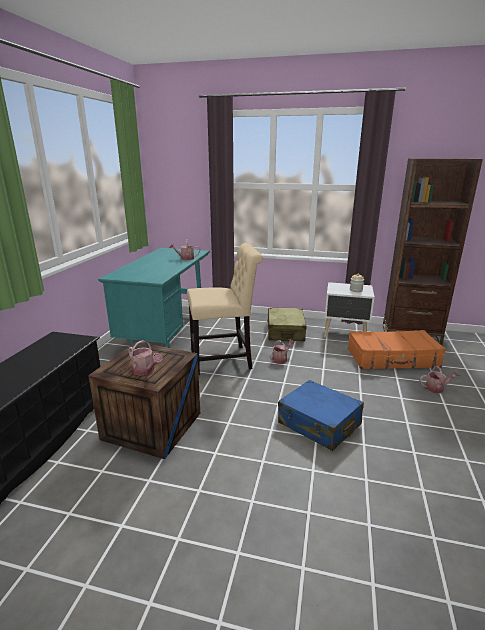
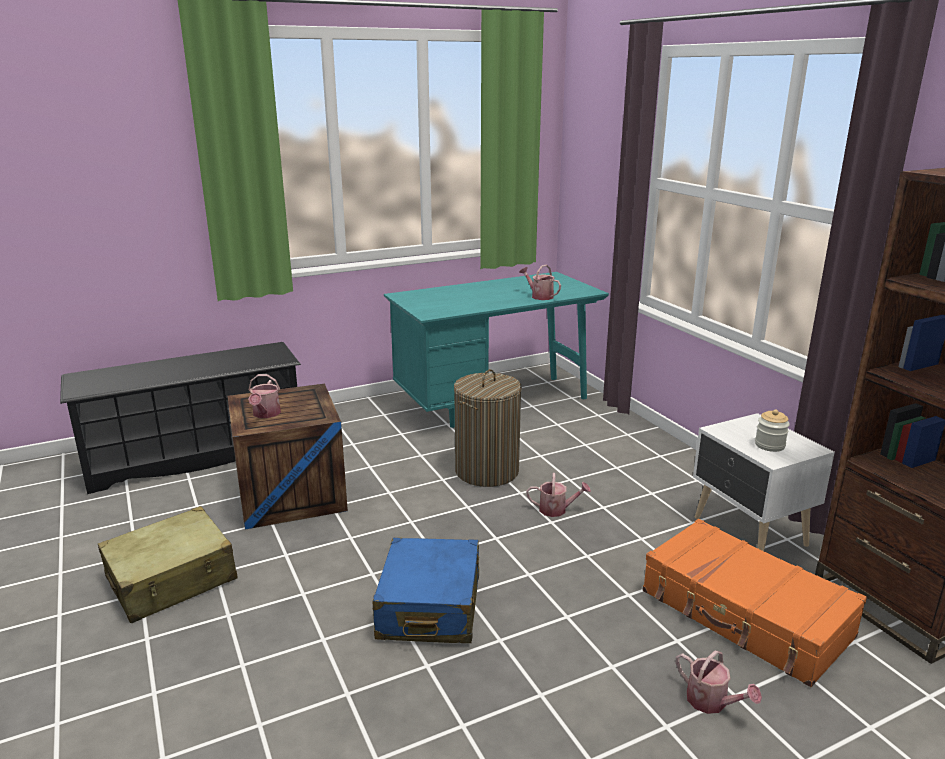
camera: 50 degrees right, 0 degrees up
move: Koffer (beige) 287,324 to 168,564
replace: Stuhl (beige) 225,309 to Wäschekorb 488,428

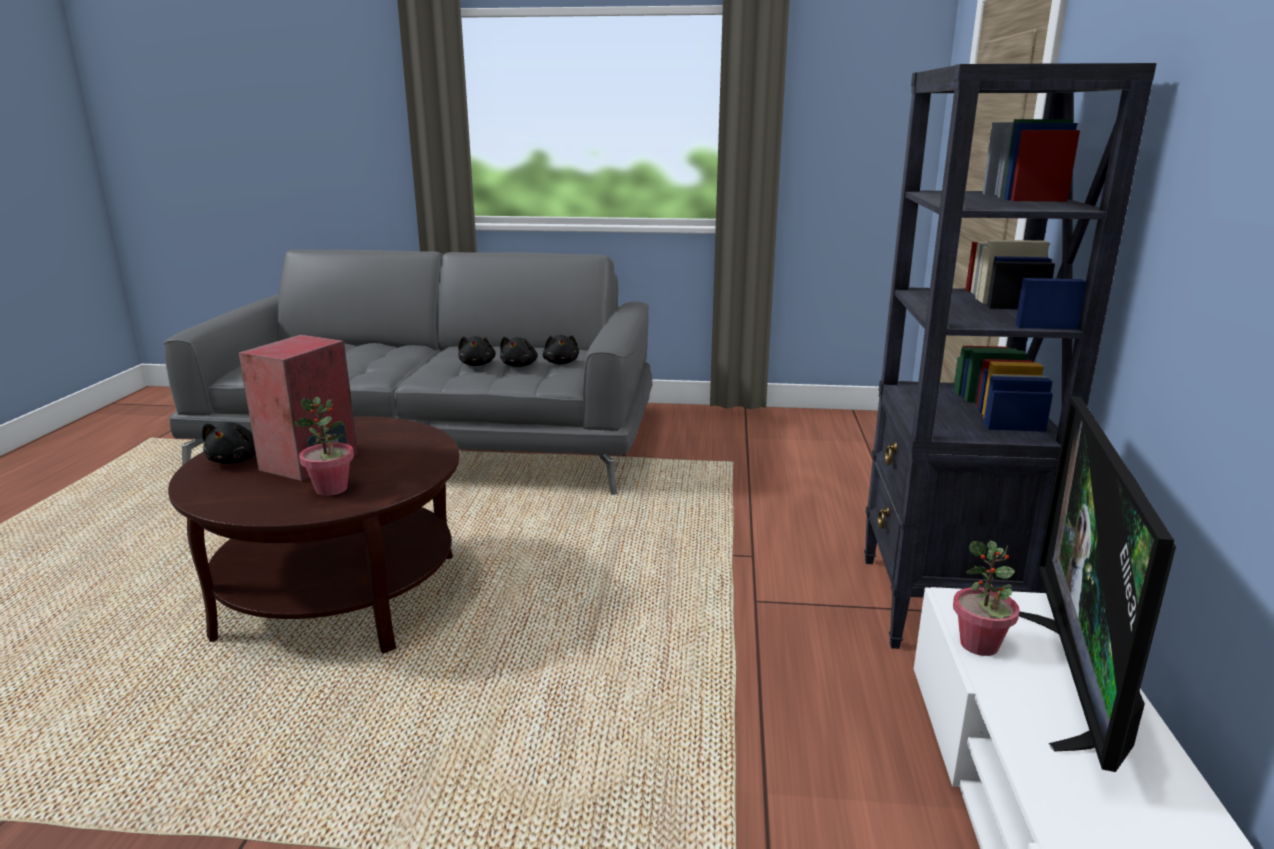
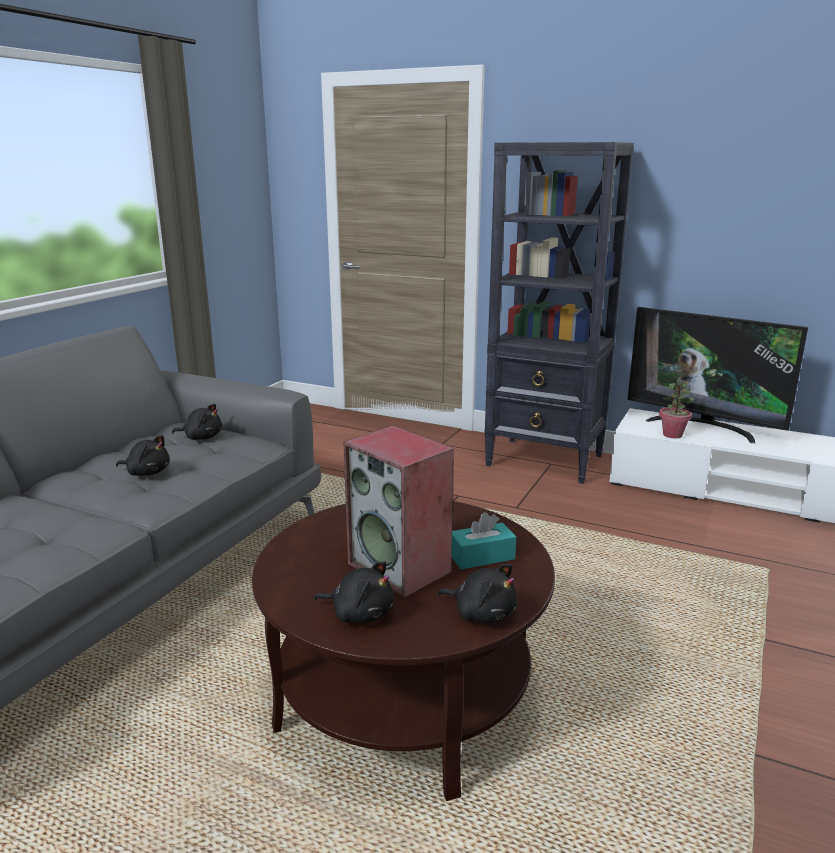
camera: 70 degrees left, 0 degrees up
move: Plüschtier (schwarz) 519,352 to 478,593
replace: Topfpflanze 324,446 to Taschentuchbox (türkis) 484,540

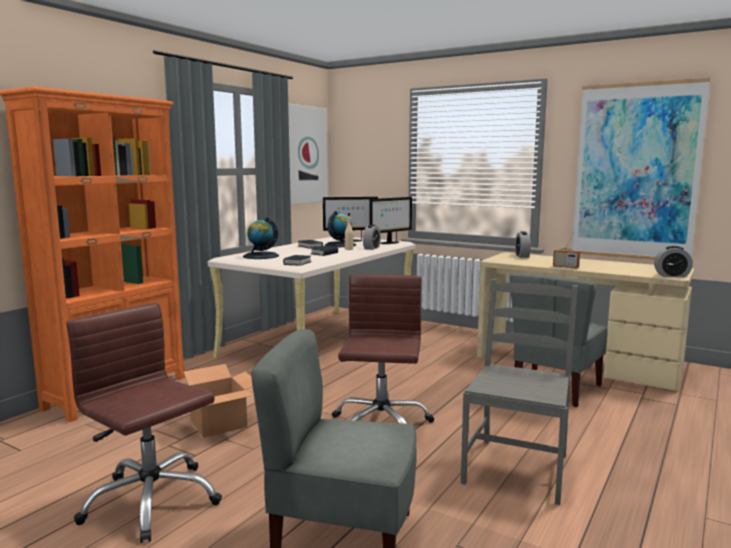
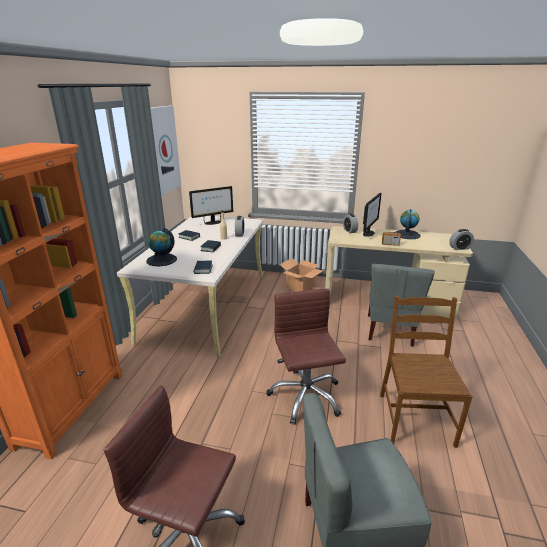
camera: 20 degrees left, 15 degrees up
delete: Bild 641,169
move: Karton 218,401 to 301,274; Monitor 390,220 to 372,215; Globus 340,229 to 408,224
recolor: Stuhl (grau) 519,392 to Stuhl (braun) 426,372

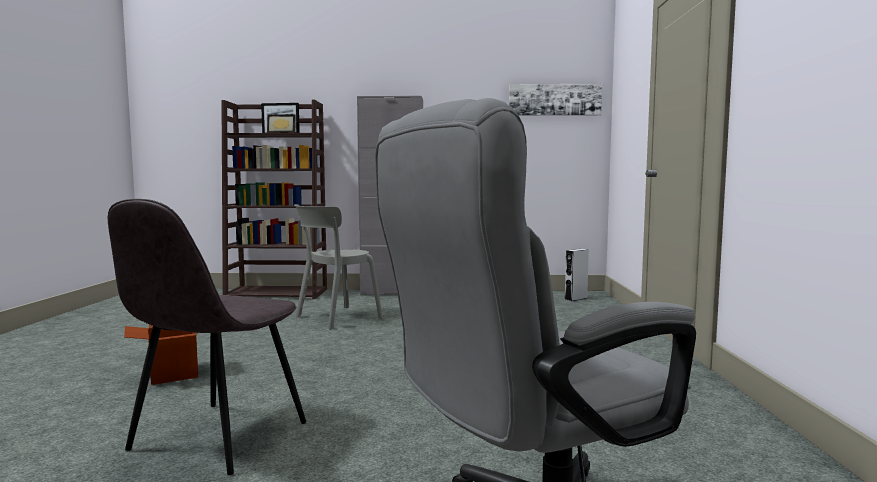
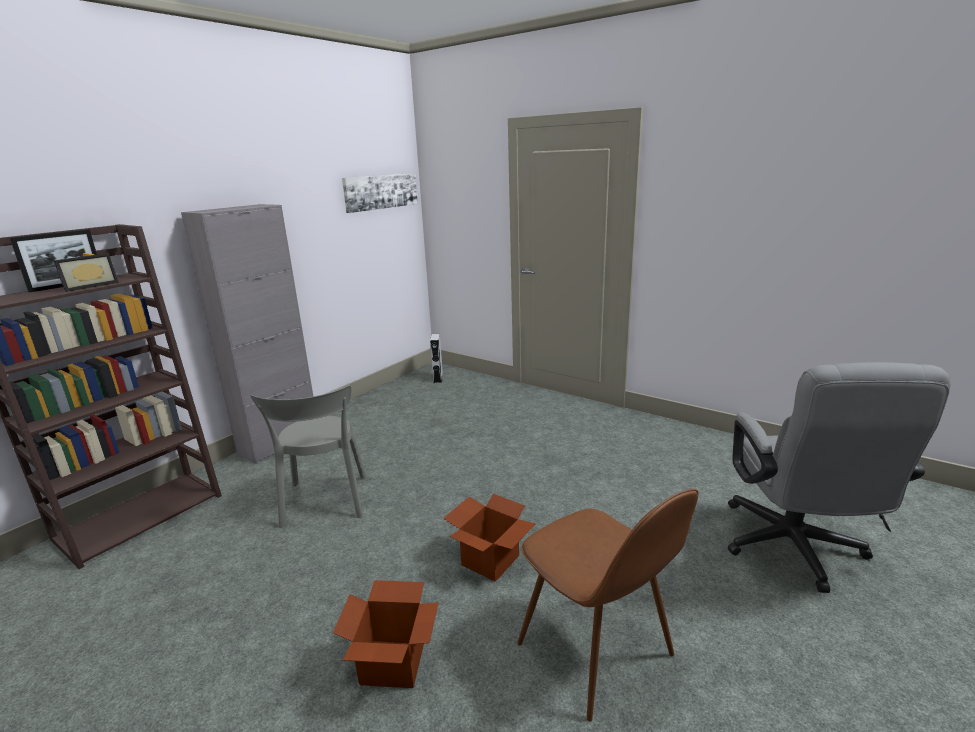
camera: 55 degrees left, 15 degrees up
insert: Karton 489,538
recolor: Stuhl (grau) 207,337 to Stuhl (braun) 607,605

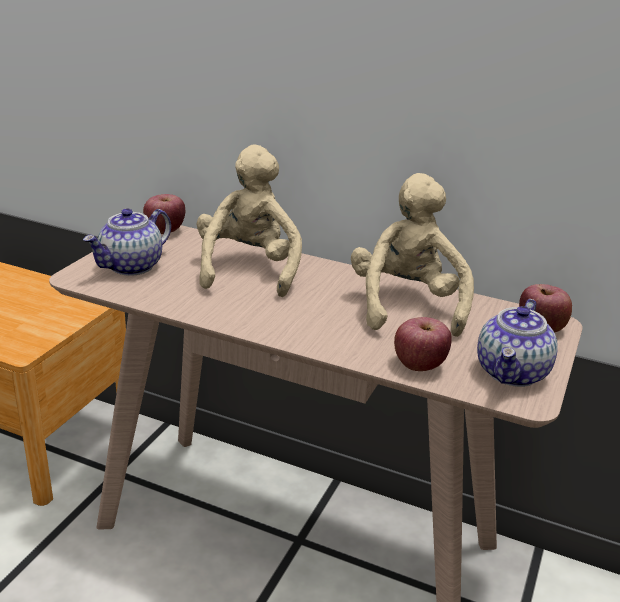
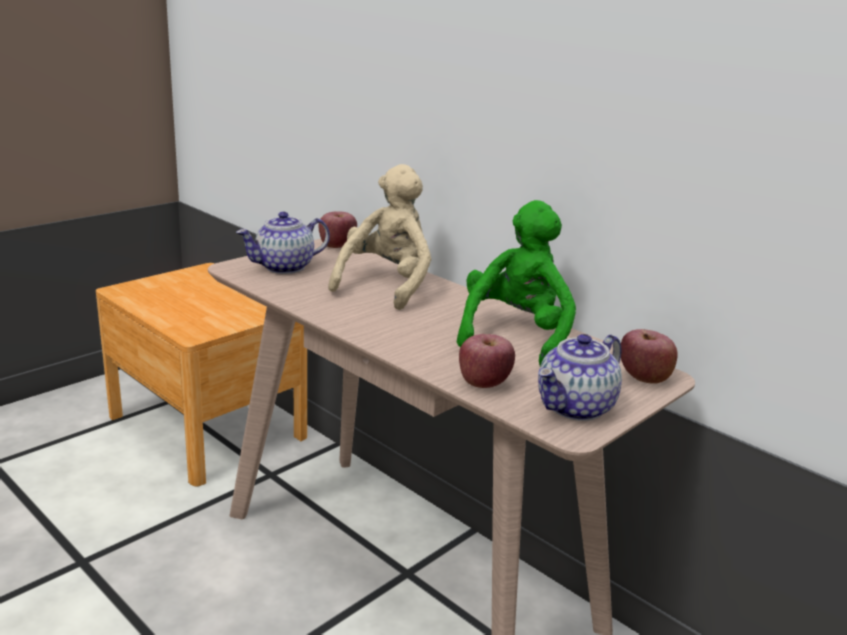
camera: 20 degrees right, 5 degrees down
recolor: Plüschtier (beige) 412,255 to Plüschtier (grün) 516,283

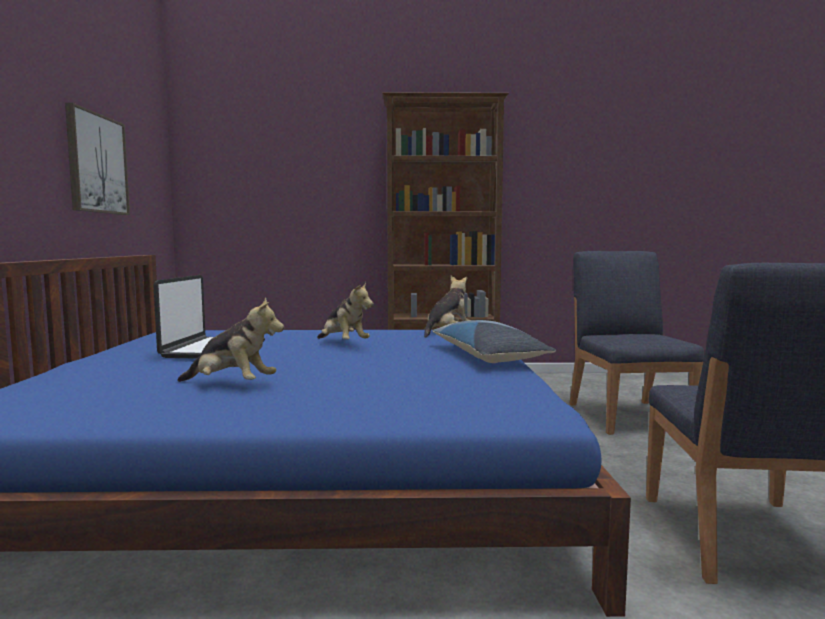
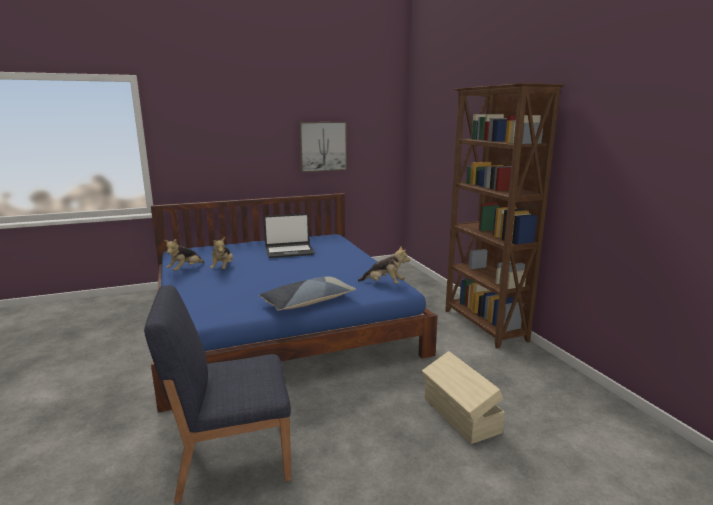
camera: 70 degrees right, 10 degrees up
move: Plüschtier 345,311 to 184,255
replace: Stuhl (blau) 637,343 to Aufbewahrungsbox (beige) 463,397

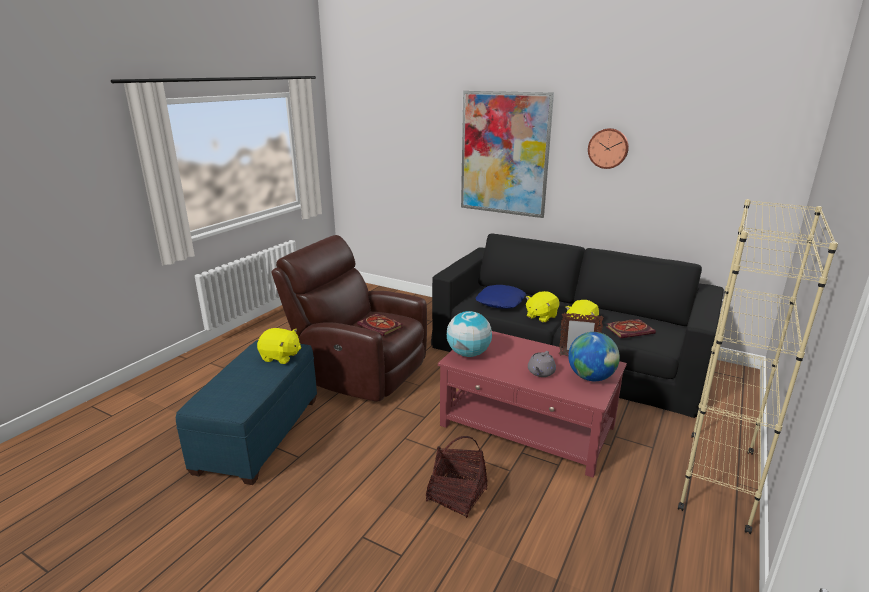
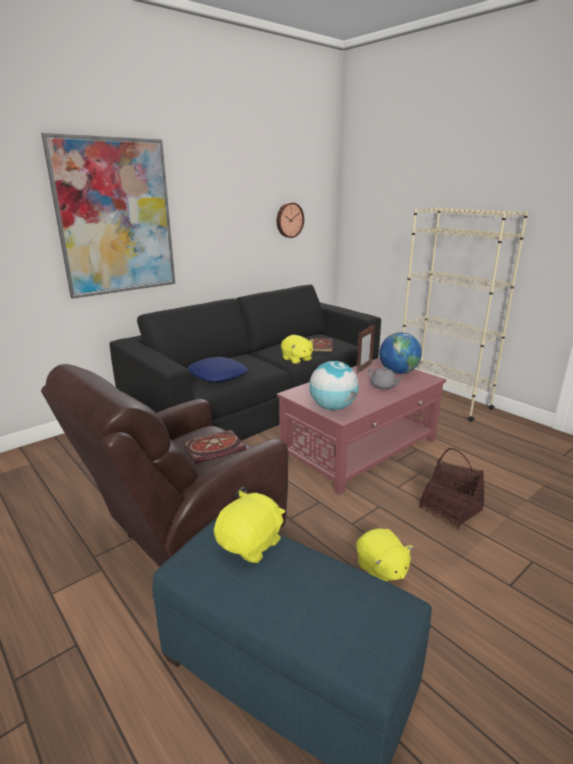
camera: 70 degrees left, 0 degrees up
move: Wanduhr 608,148 to 290,220; Plüschtier (gelb) 543,307 to 384,555

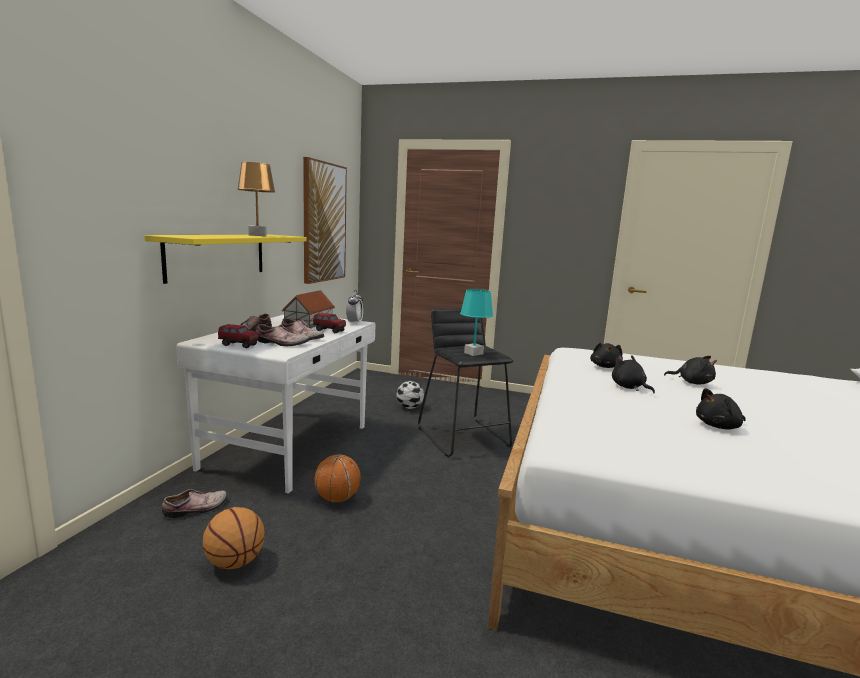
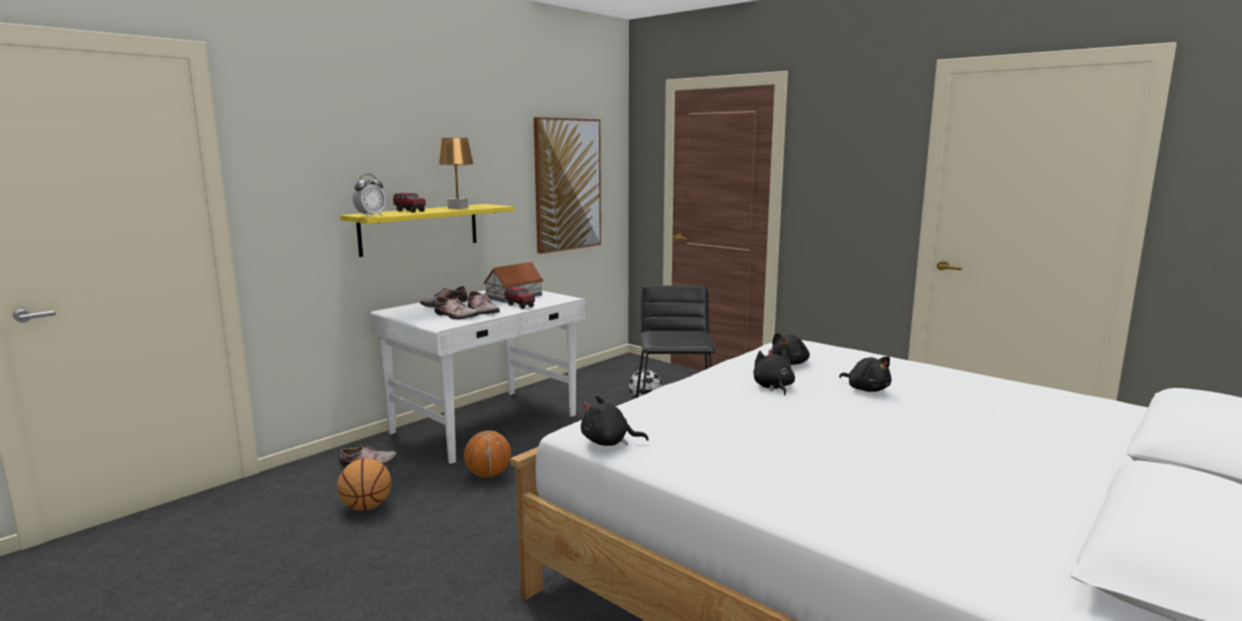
camera: 25 degrees right, 0 degrees up
delete: Tischlampe (türkis) 476,322
move: Wecker 354,307 to 369,195; Spielzeuglaster 238,336 to 409,203; Plüschtier (schwarz) 721,408 to 615,420

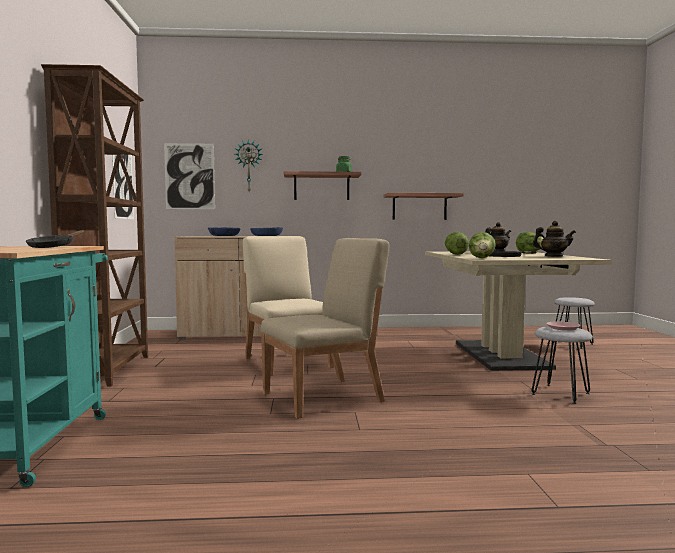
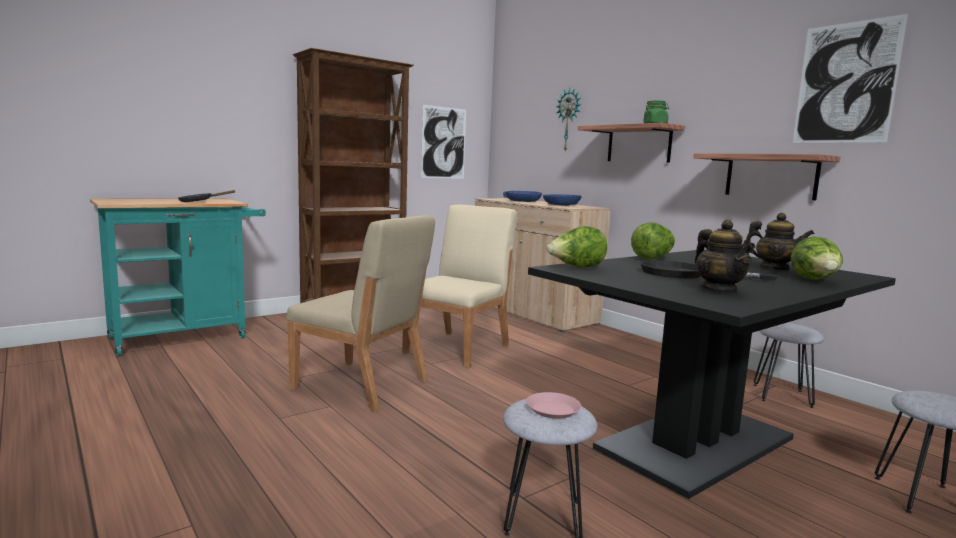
camera: 55 degrees right, 5 degrees up
insert: Hocker (grau) 789,365
move: Bild 189,176 to 850,78
recolor: Esstisch (beige) 518,311 to Esstisch (schwarz) 712,374

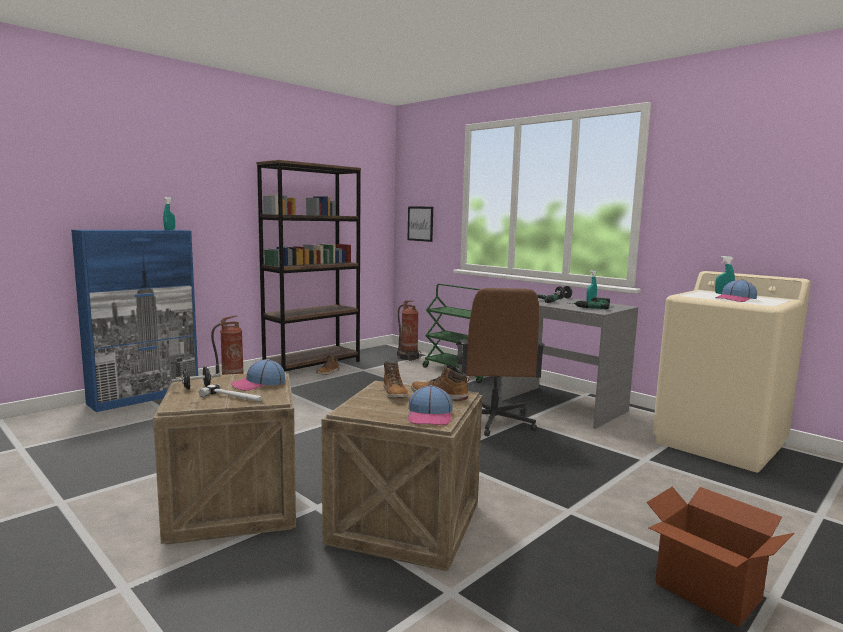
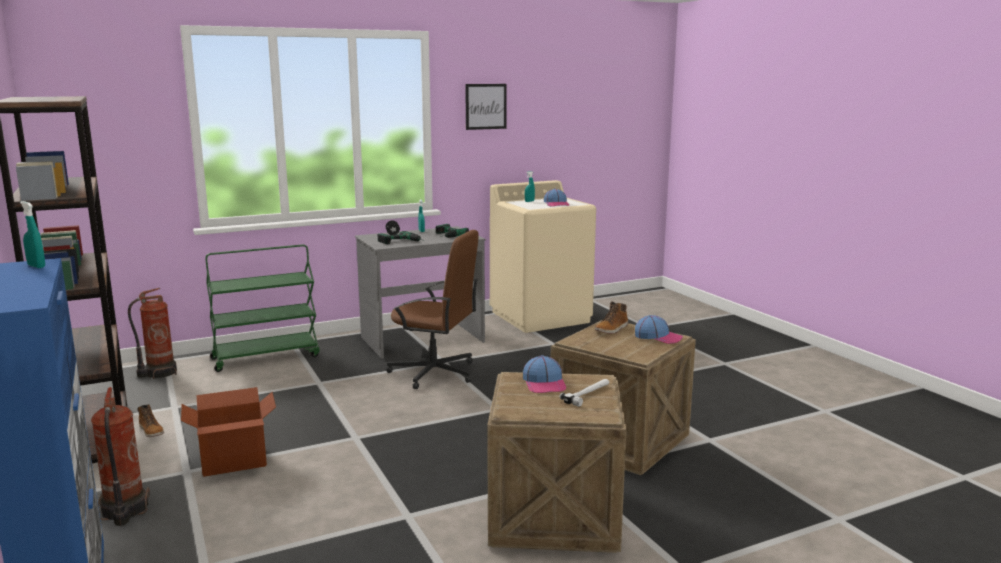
camera: 70 degrees left, 5 degrees up
delete: Hantel (schwarz) 196,378; Stiefel 396,379
move: Karton 720,557 to 228,432; Bild 420,224 to 486,107

